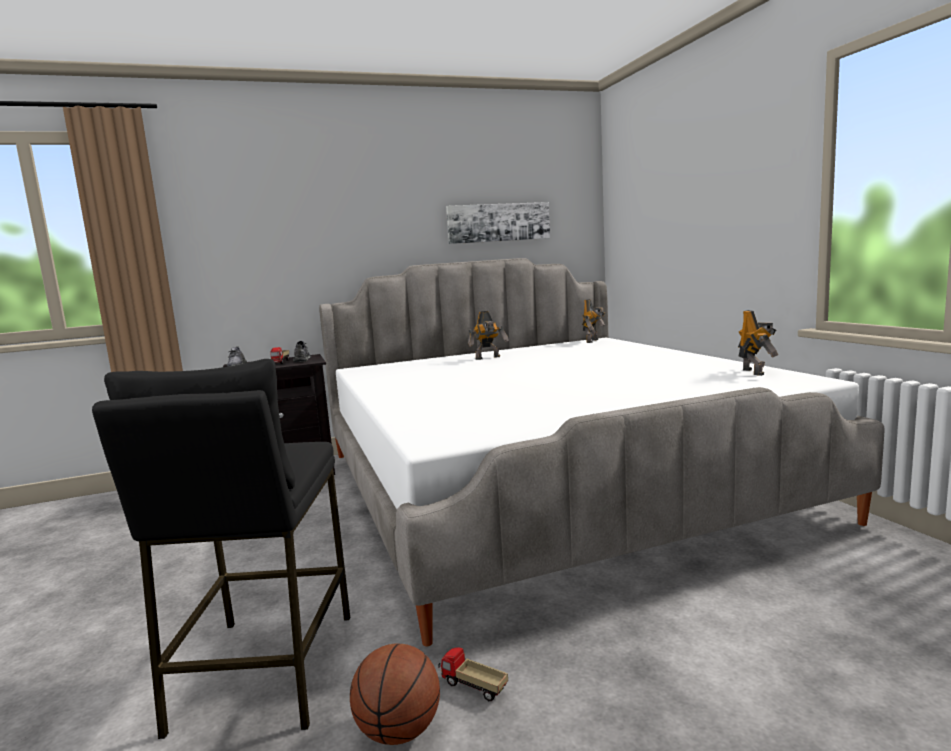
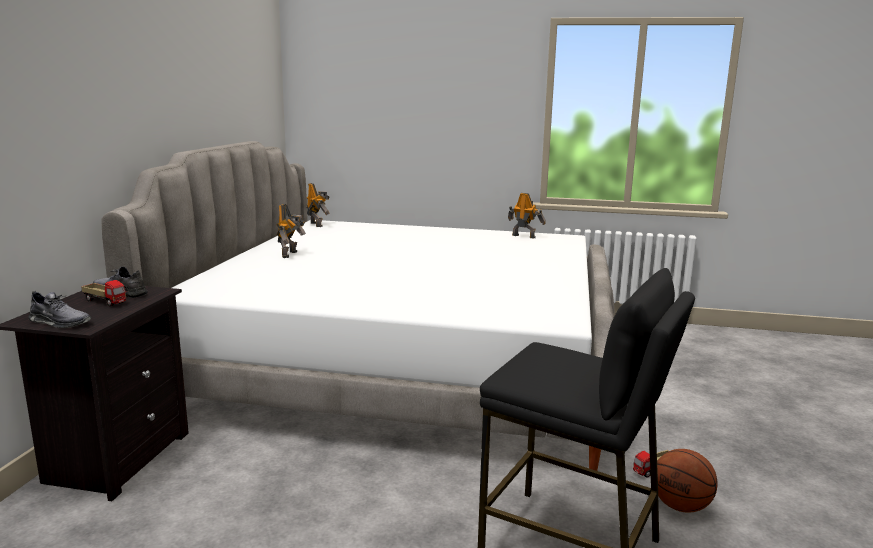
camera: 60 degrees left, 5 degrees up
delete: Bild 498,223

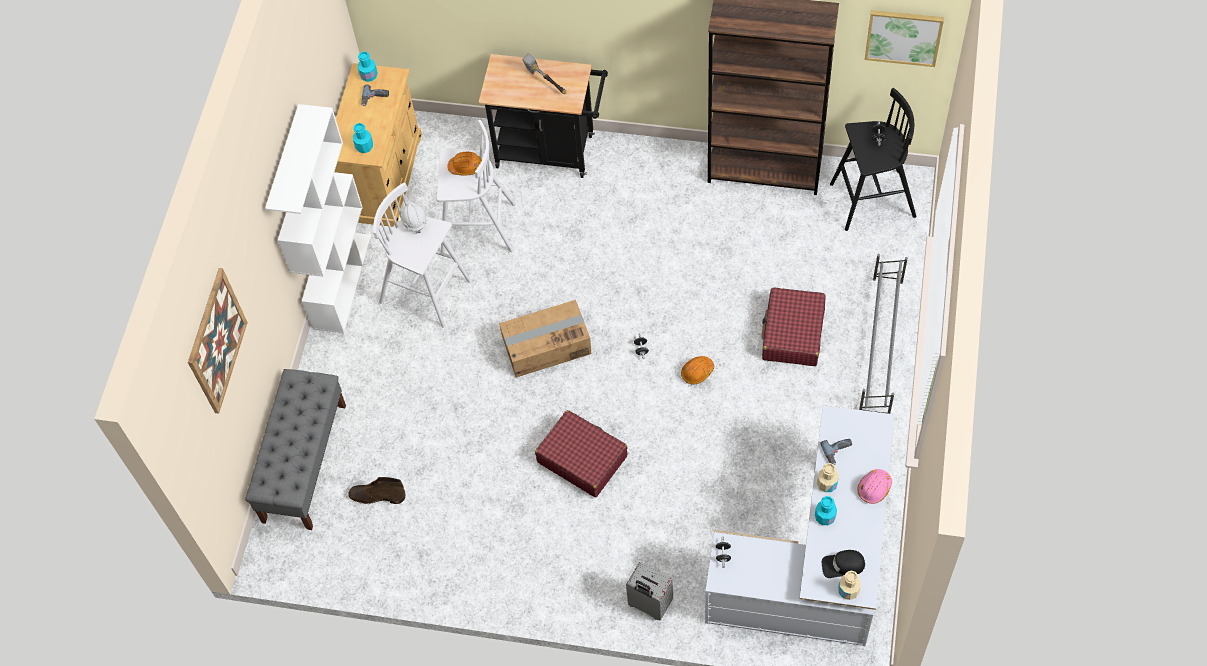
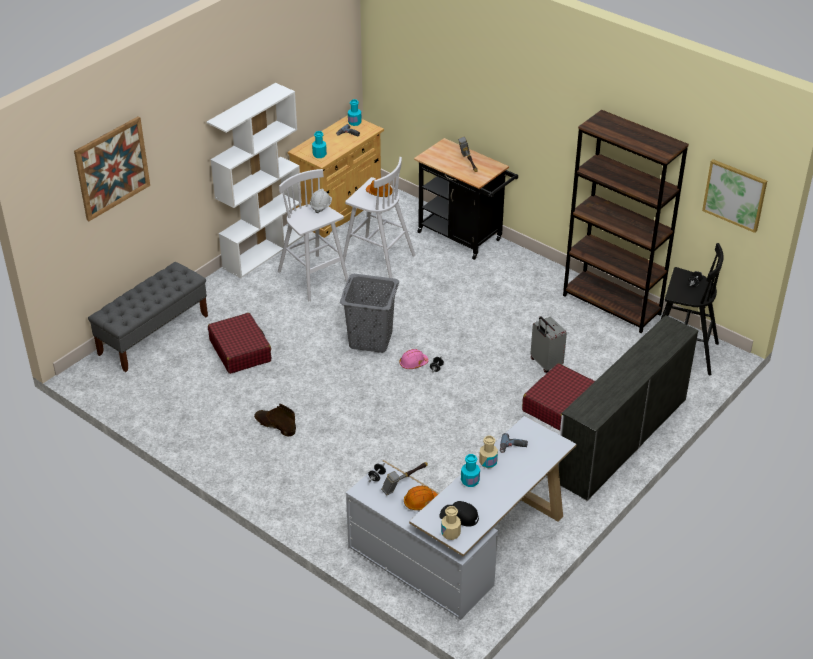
camera: 25 degrees right, 20 degrees down
insert: Hammer 404,479
move: Koffer (rot) 581,453 to 239,343; Stiefel (braun) 377,490 to 275,420; Schutzhelm (rosa) 875,486 to 414,359; Schutzhelm (orange) 697,370 to 421,498; Koffer (grau) 649,591 to 548,344
replace: Karton 545,339 to Wäschekorb (grau) 369,313; Schuhregal (grau) 883,334 to Kommode (weiß) 628,408

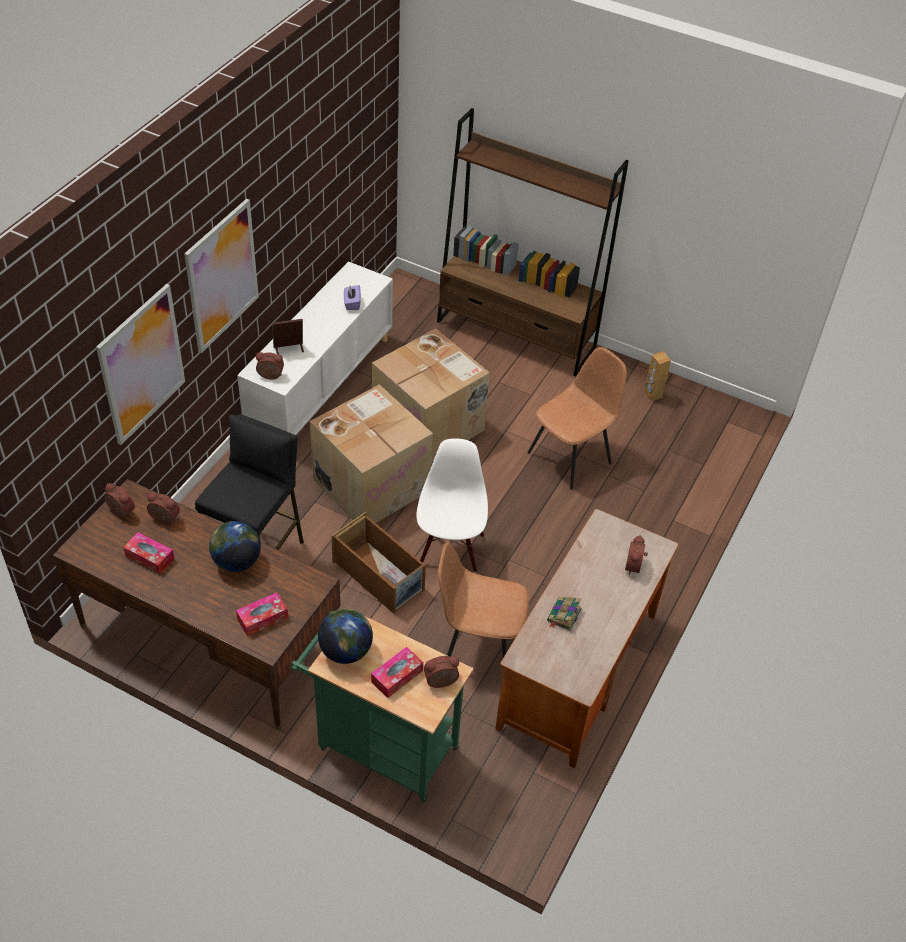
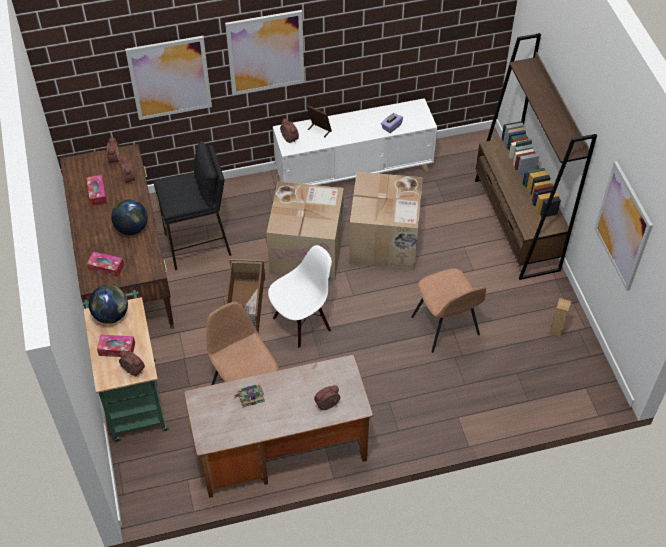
camera: 50 degrees right, 5 degrees up
insert: Bild 623,226
rotate: Stuhl (braun) 577,418 = 448,310 60 degrees clockwise

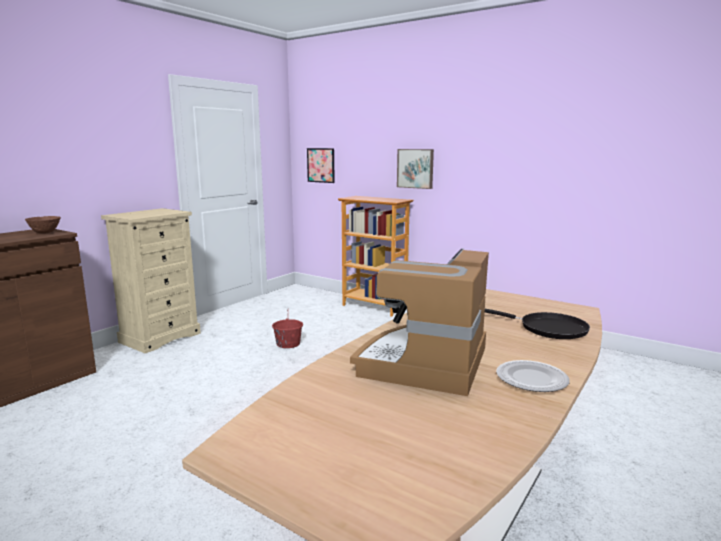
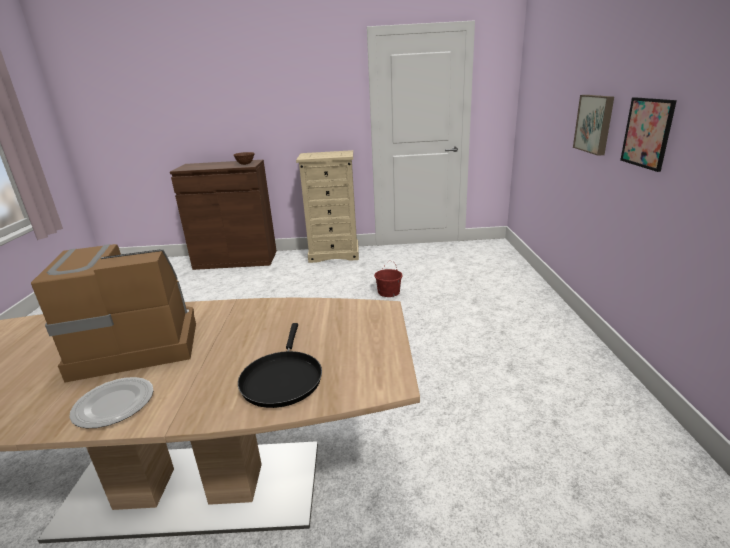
camera: 55 degrees right, 10 degrees up
delete: Bücherregal 376,256
move: Bild 321,165 to 648,134

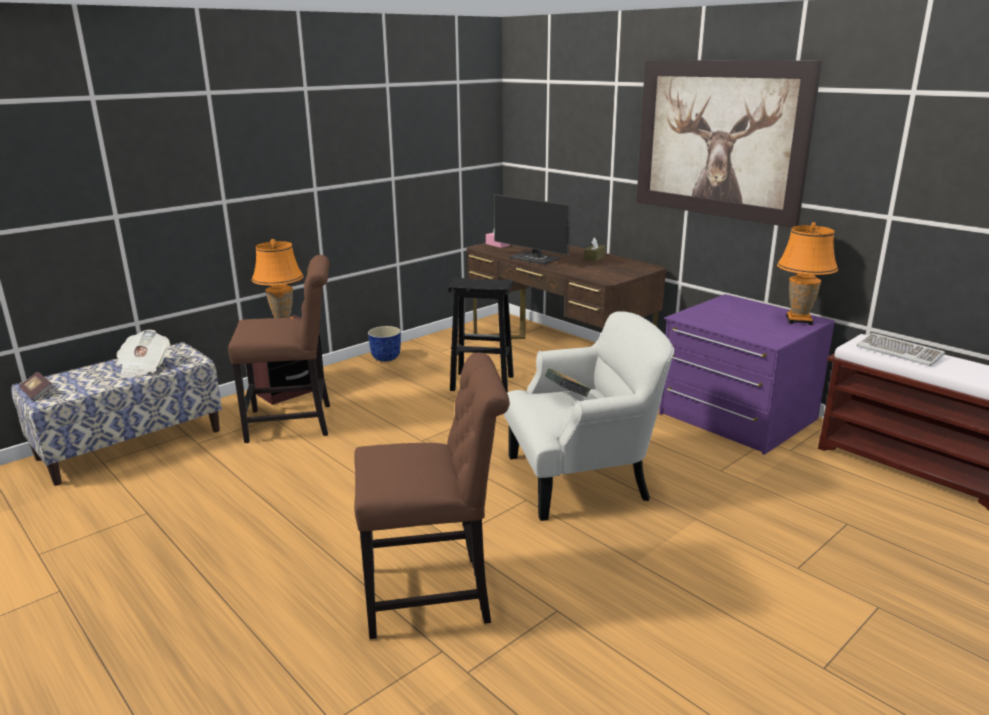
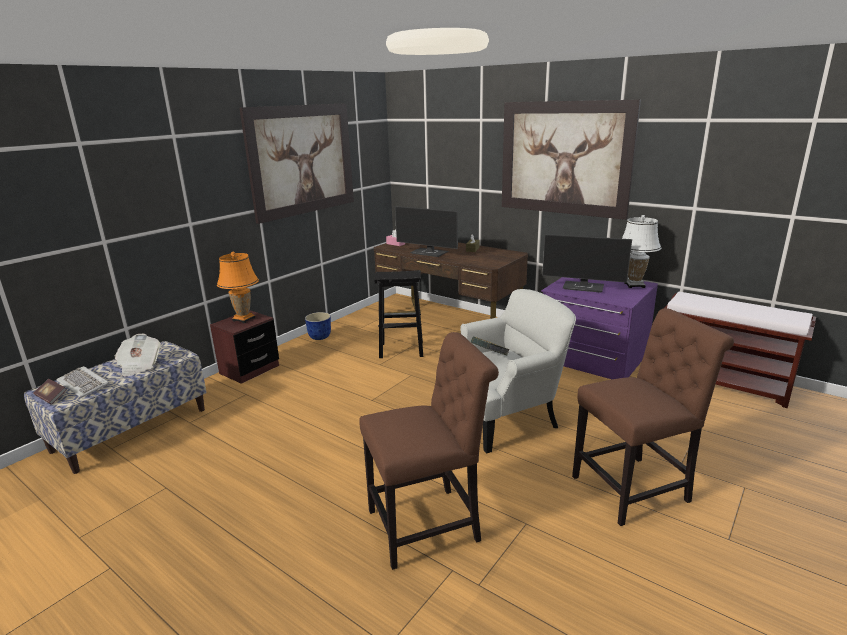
camera: 10 degrees left, 0 degrees up
insert: Bild 297,163; Monitor 587,263
move: Tastatur 900,349 to 82,382; Stuhl (braun) 279,349 to 653,417
recolor: Tischlampe (orange) 807,273 to Tischlampe (weiß) 641,251

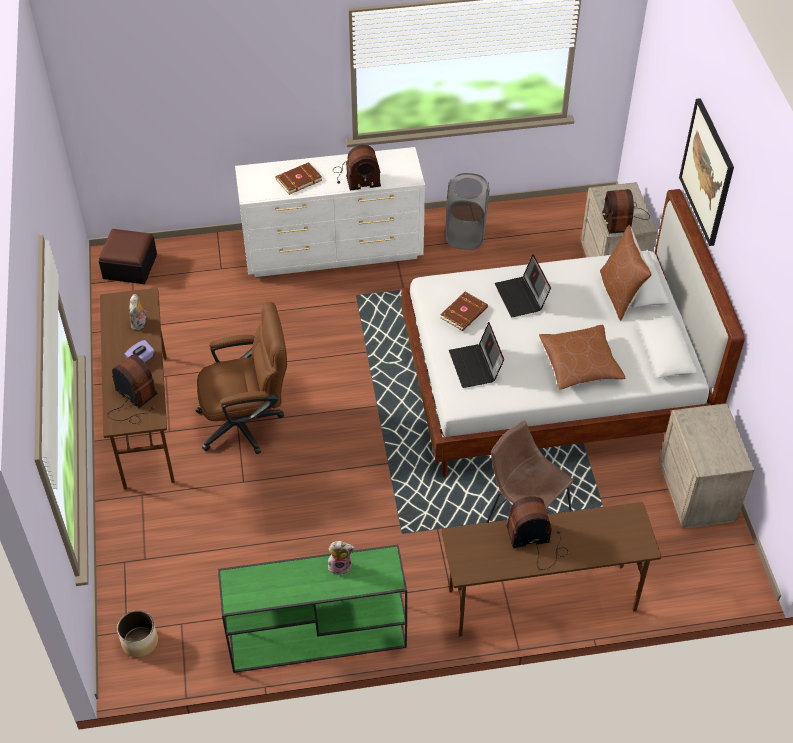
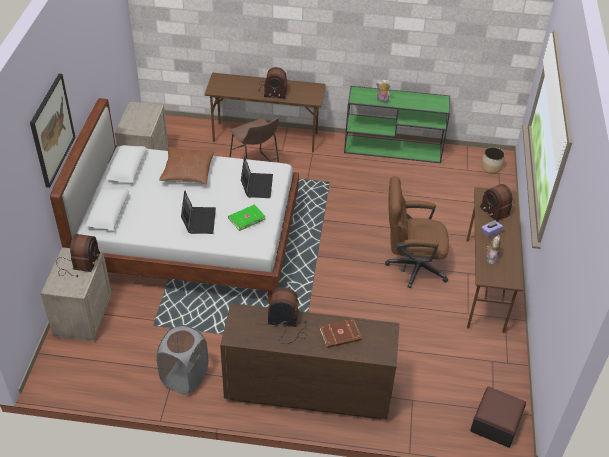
camera: 165 degrees left, 5 degrees down
delete: Kissen (braun) 626,273
recolor: Kommode (weiß) 330,212 to Kommode (braun) 309,361; Buch (braun) 464,311 to Buch (grün) 247,217

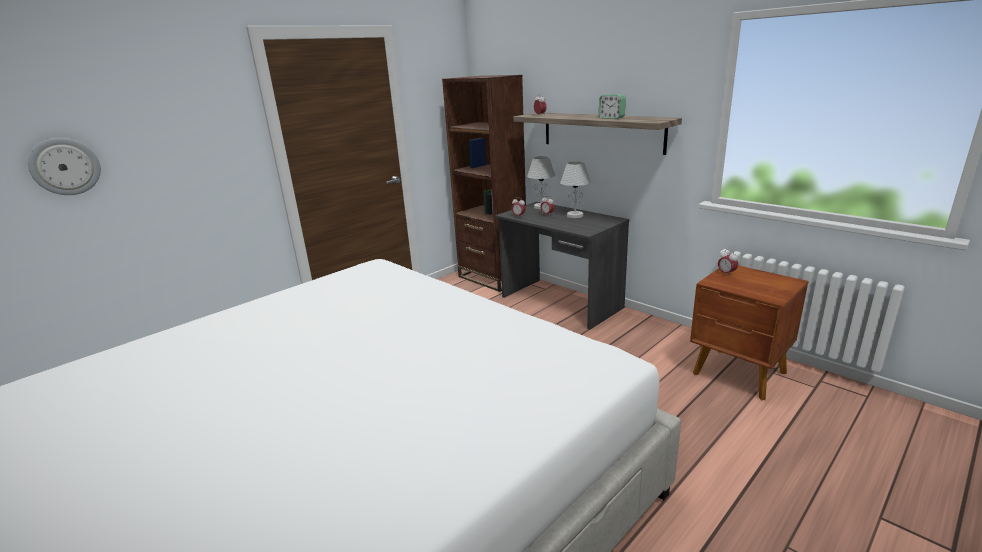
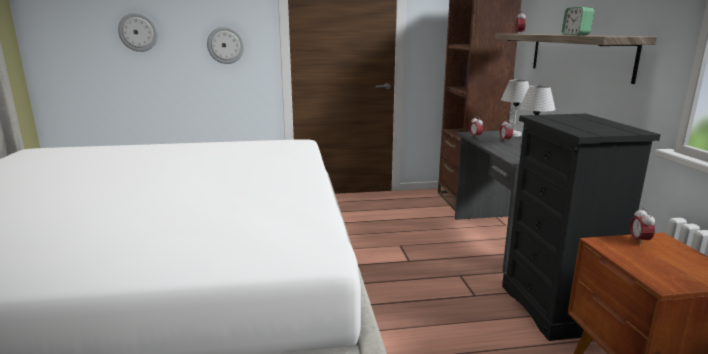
camera: 35 degrees right, 5 degrees down
insert: Wanduhr 226,45; Kommode (schwarz) 581,227

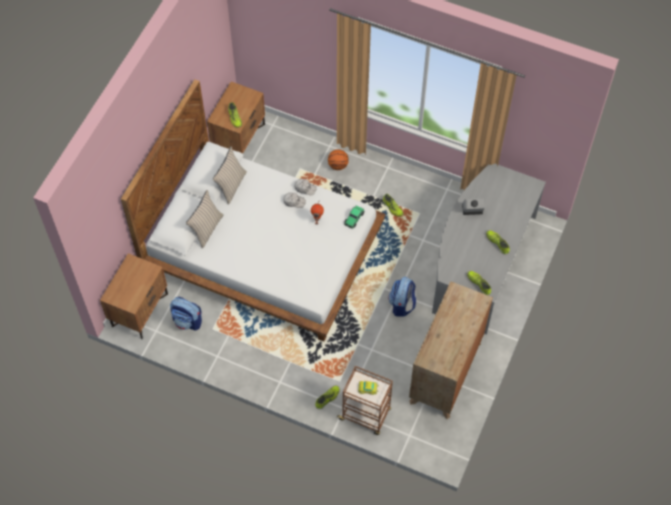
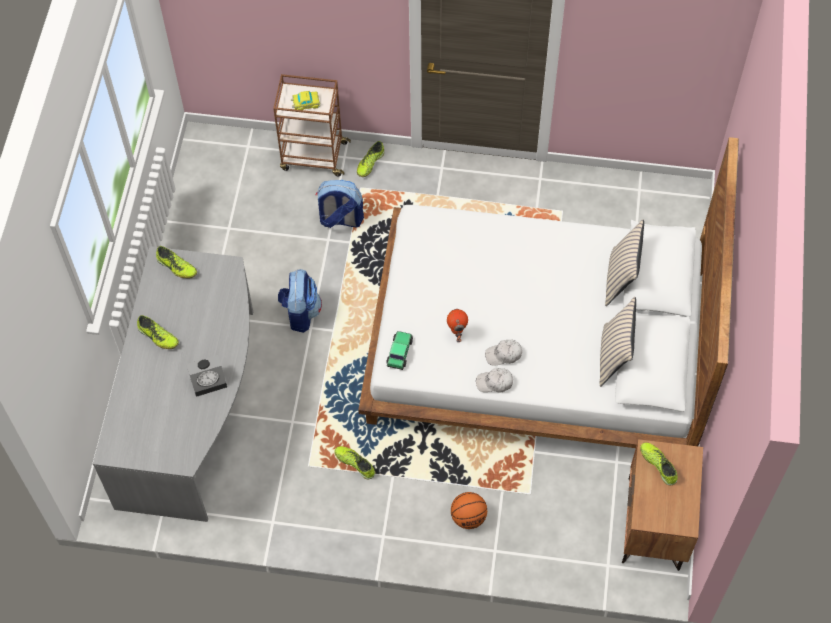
camera: 165 degrees right, 0 degrees up
delete: Nachttisch (braun) 134,296; Kommode (braun) 451,350
move: Rucksack 186,314 to 339,204

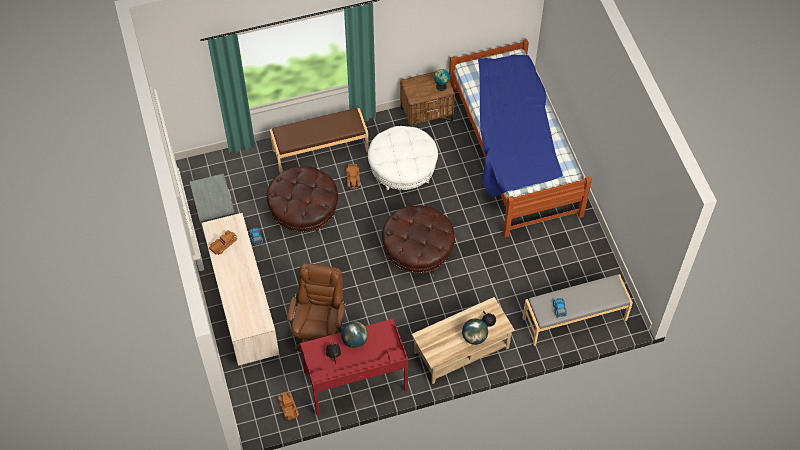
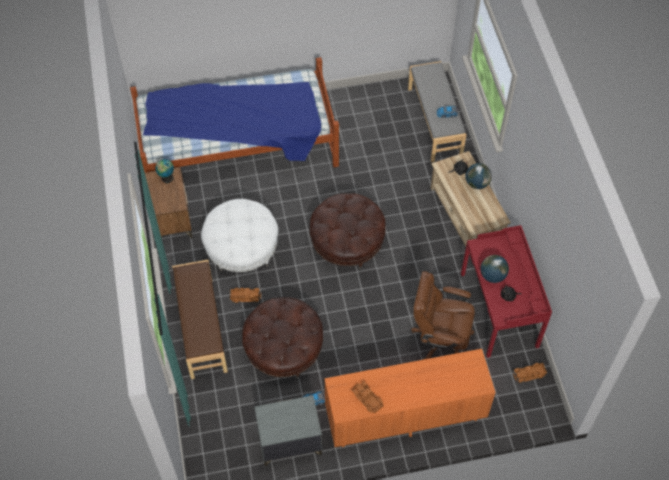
camera: 85 degrees left, 0 degrees up
recolor: Kommode (beige) 241,289 to Kommode (orange) 410,398

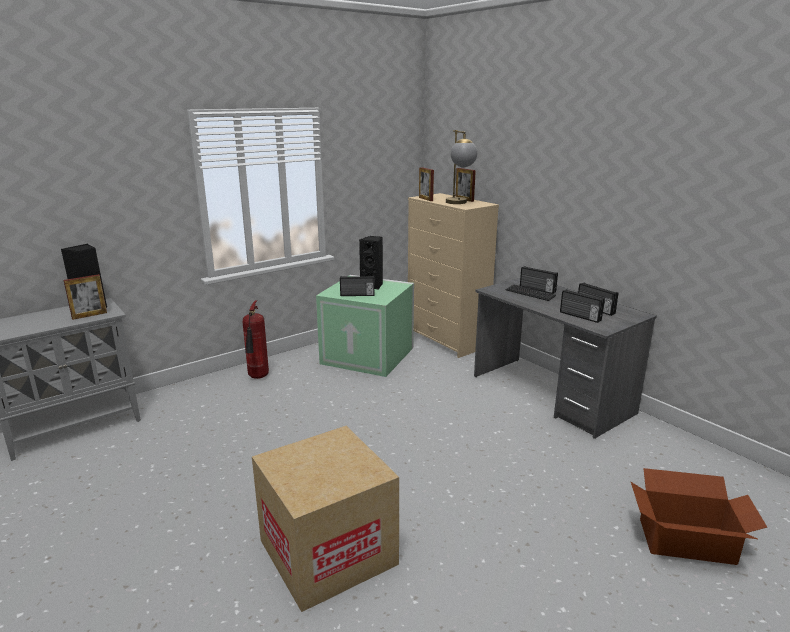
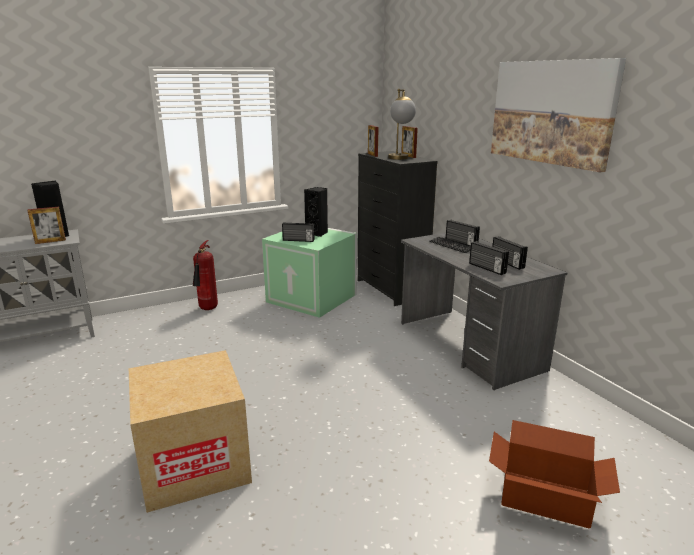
camera: 10 degrees right, 0 degrees up
insert: Bild 558,115
recolor: Kommode (beige) 453,275 to Kommode (schwarz) 398,228

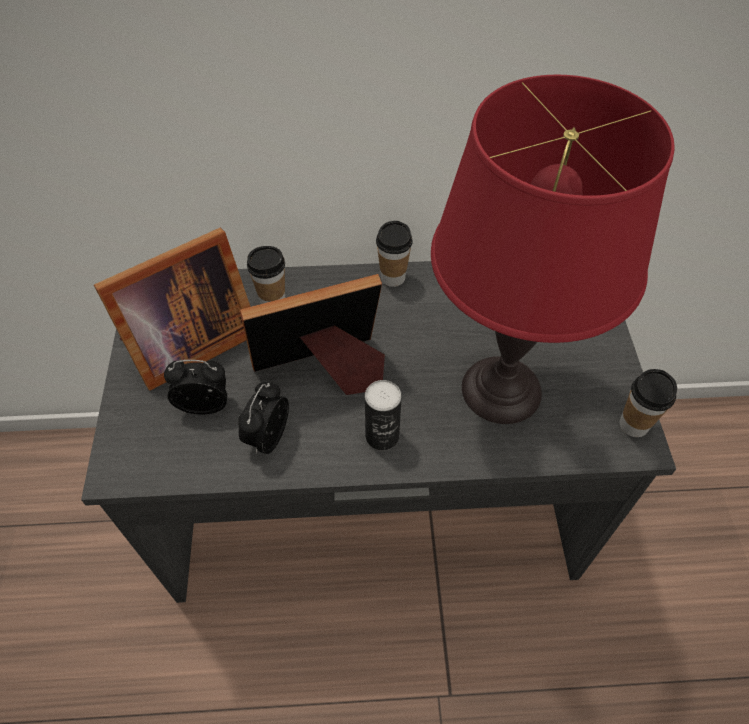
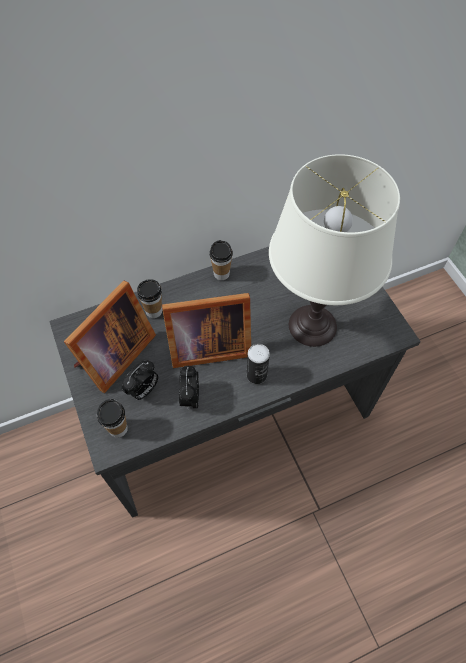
camera: 20 degrees left, 5 degrees up
move: Tasse 648,403 to 112,418
recolor: Tischlampe (rot) 553,249 to Tischlampe (weiß) 334,250
rotate: Wecker 195,387 = 140,380 150 degrees clockwise; Bilderrahmen 312,334 = 206,330 150 degrees counterclockwise

